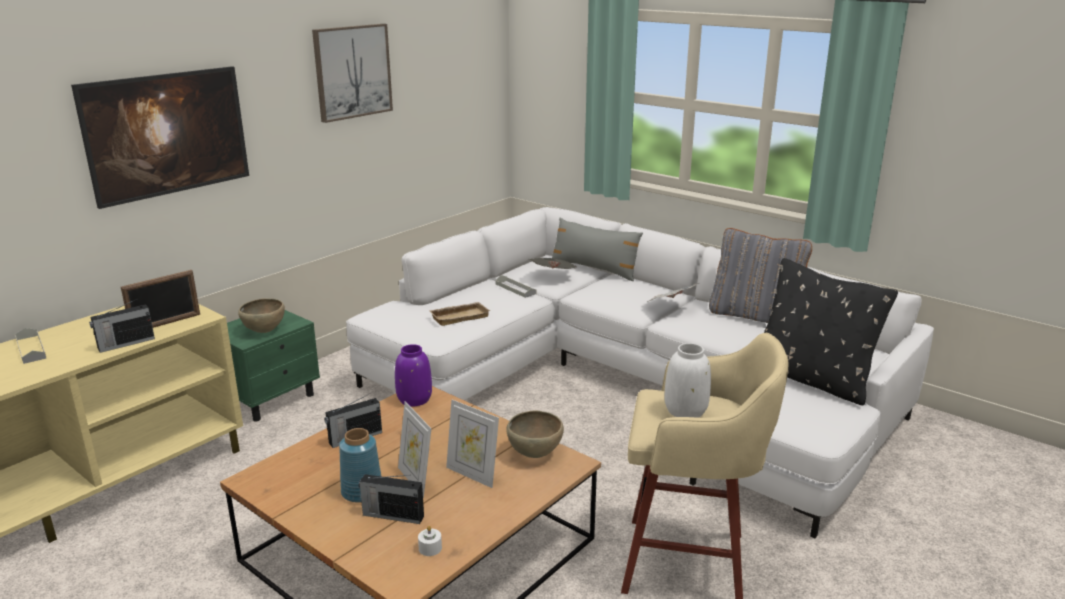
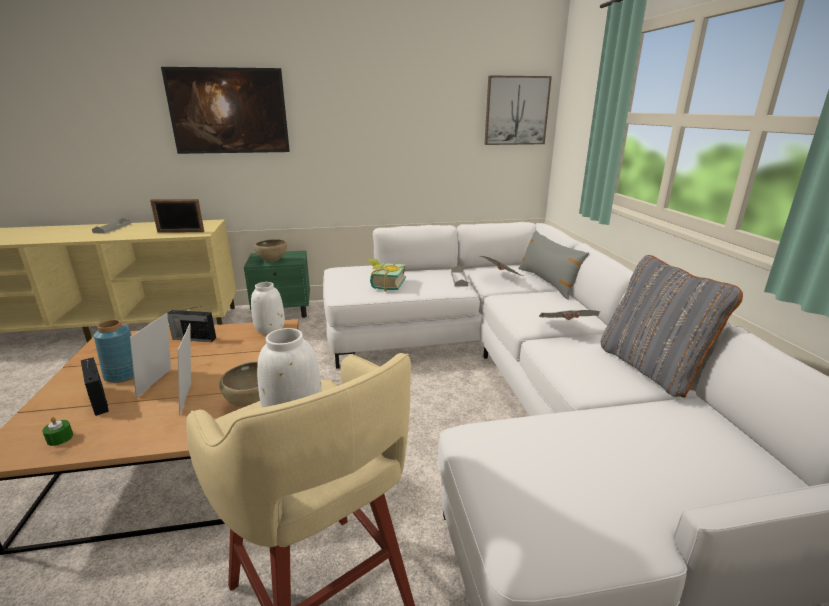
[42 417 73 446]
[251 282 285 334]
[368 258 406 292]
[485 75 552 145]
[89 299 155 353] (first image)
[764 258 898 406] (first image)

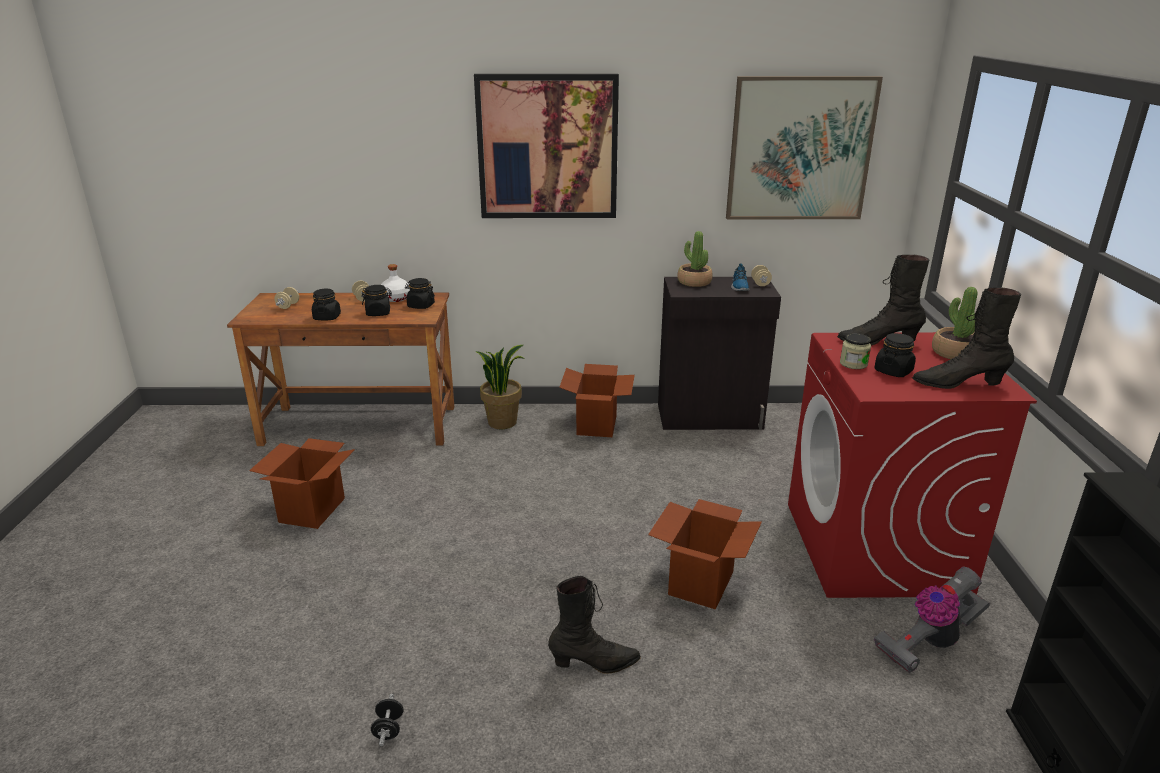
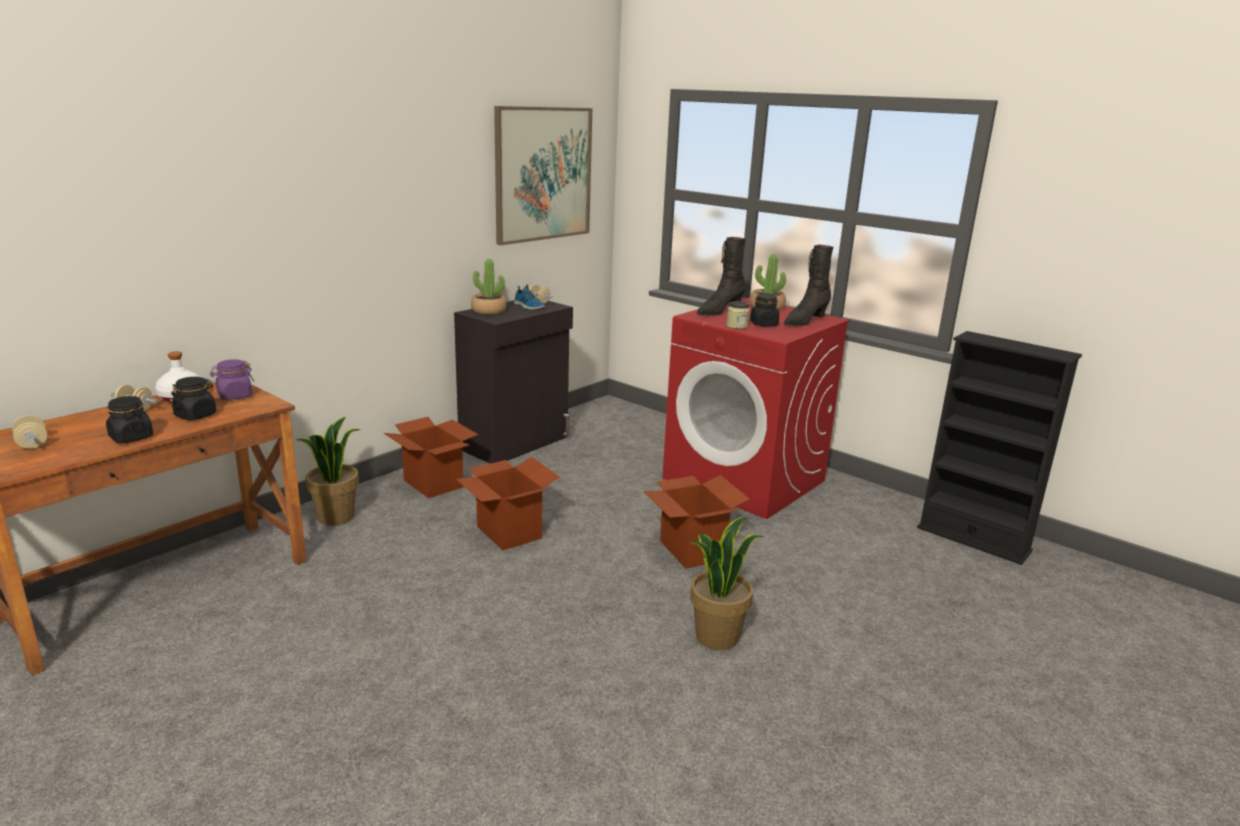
[210 359 254 400]
[456 457 560 550]
[690 516 764 650]
[371 694 403 746] (first image)
[474 74 619 218] (first image)
[874 566 990 673] (first image)

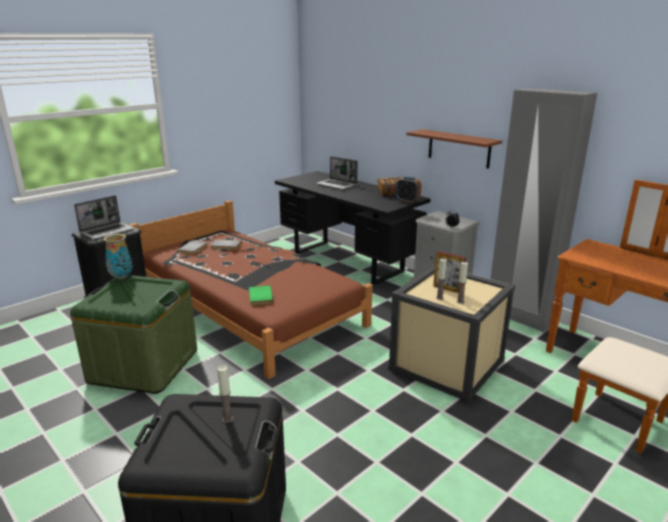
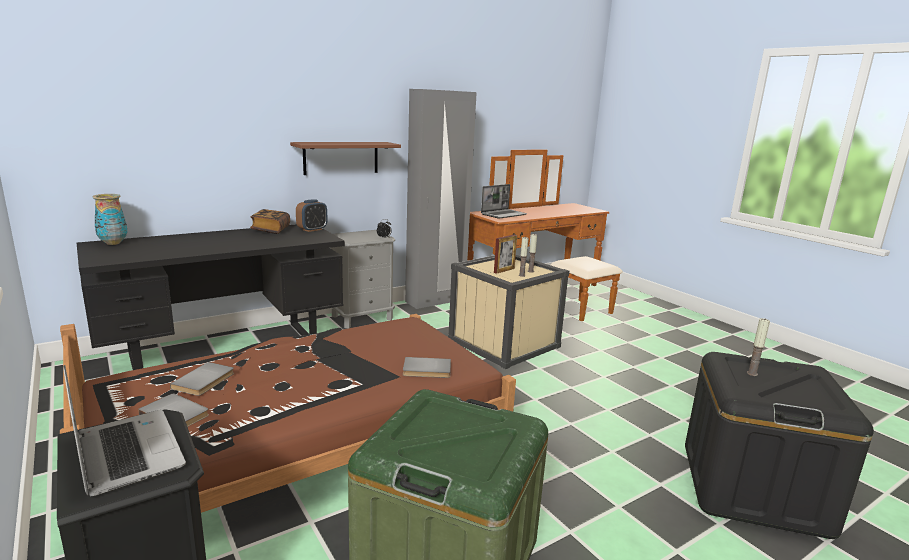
[93 194 128 245]
[403 357 451 378]
[481 184 527 219]

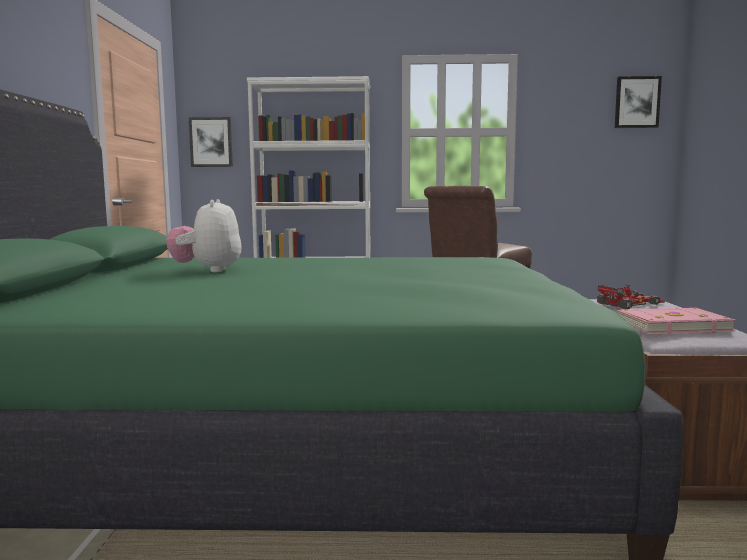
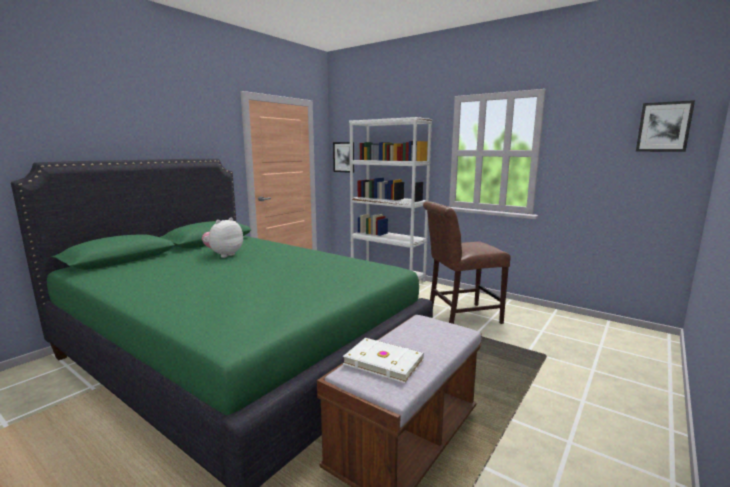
[343 338 424 383]
[597 284 665 309] (first image)

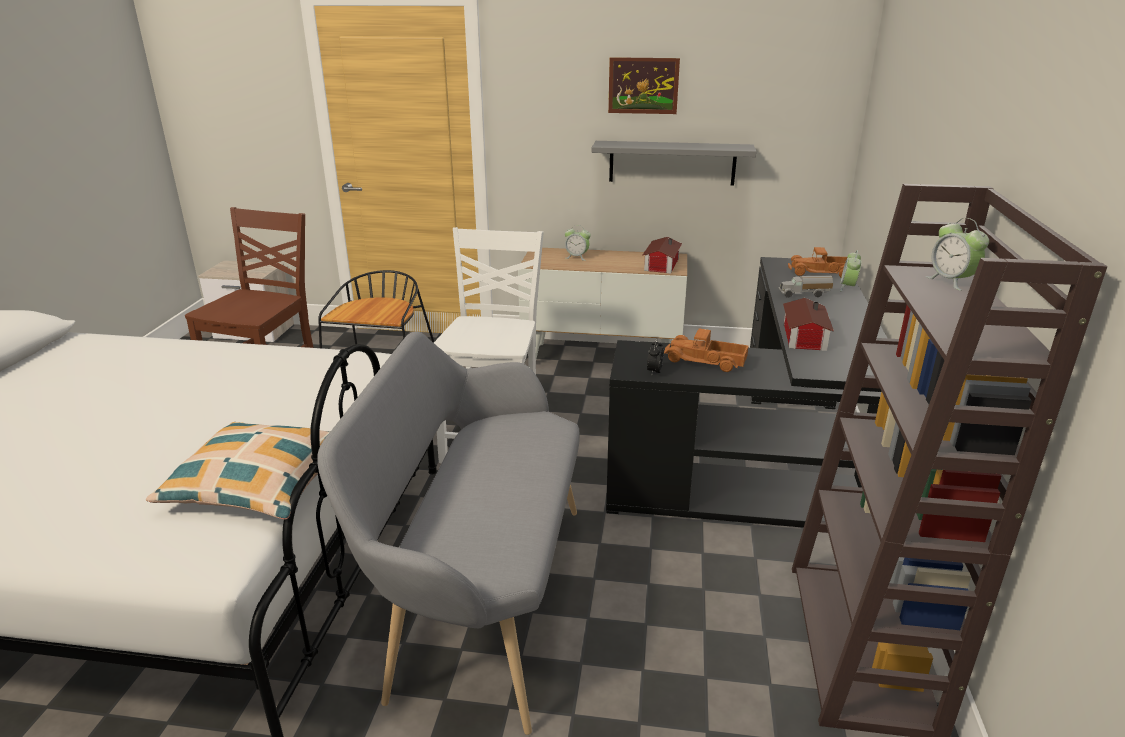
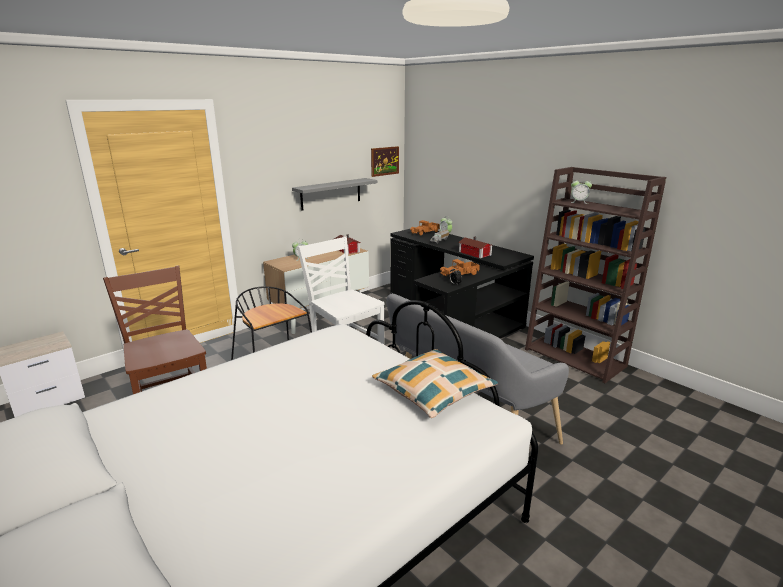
[371 146 399 177]

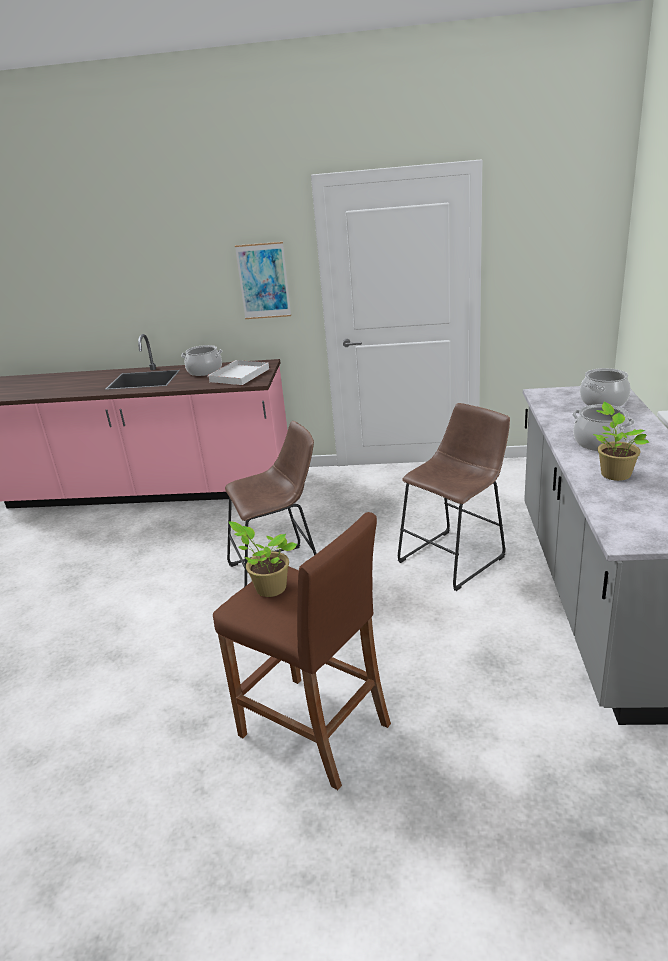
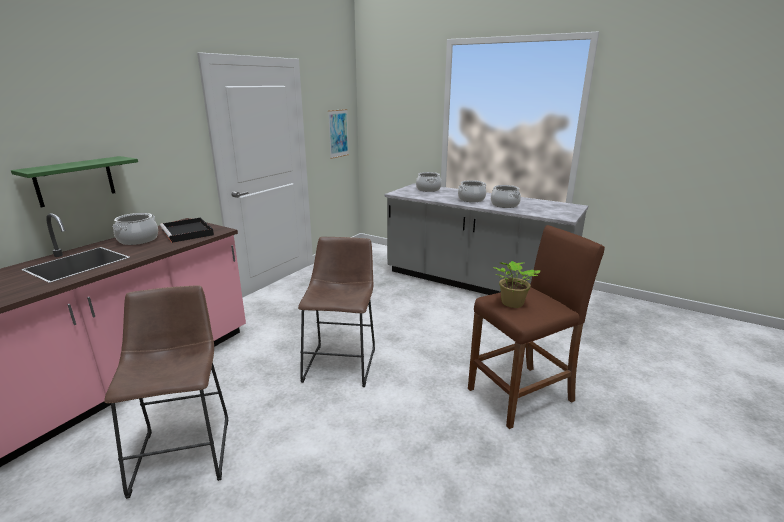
[11 156 138 207]
[104 286 228 499]
[160 217 214 243]
[328 109 349 159]
[491 185 521 208]

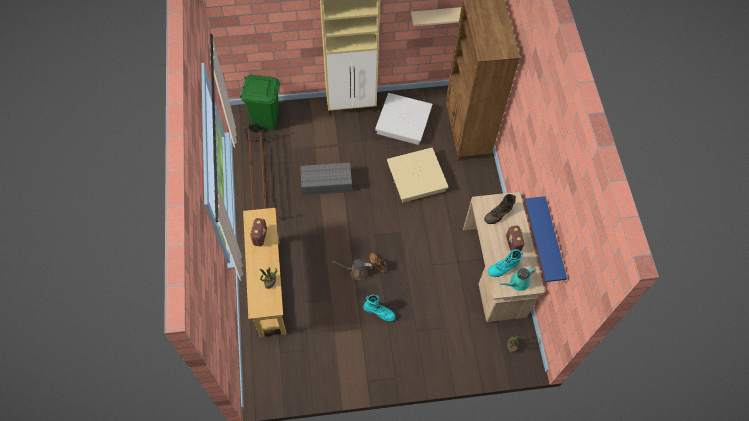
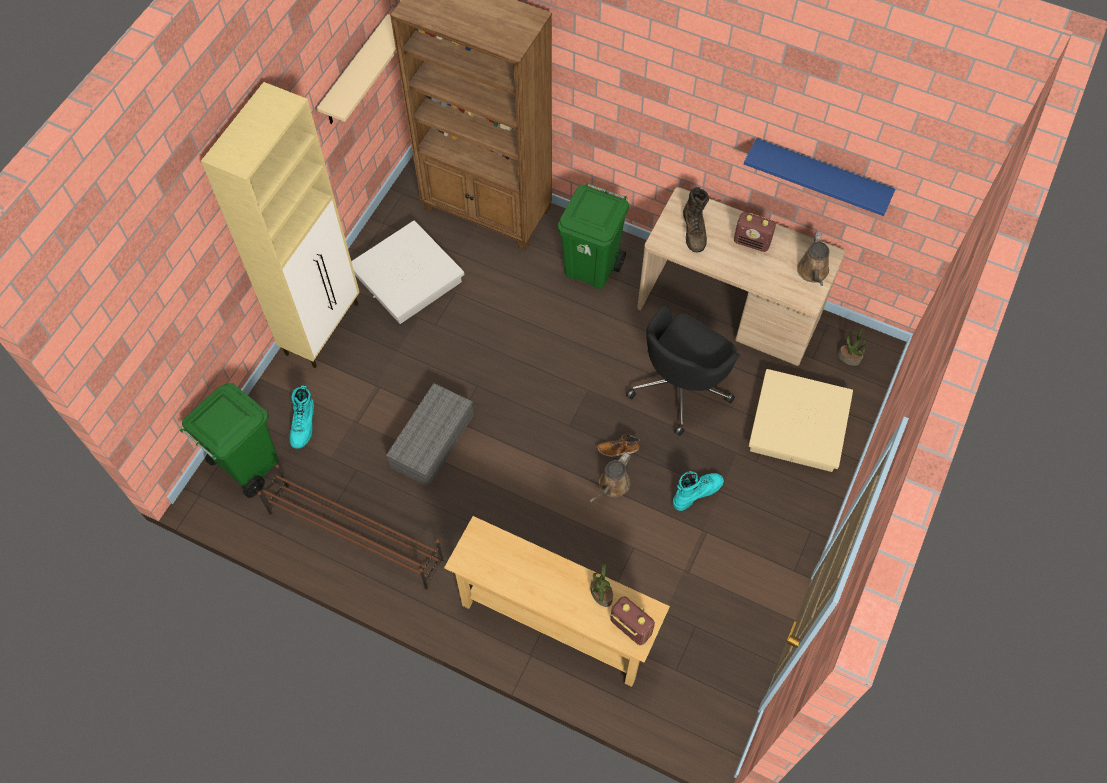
[290 385 314 449]
[558 183 629 289]
[610 596 655 645]
[626 305 740 436]
[749 369 853 472]
[797 233 829 286]

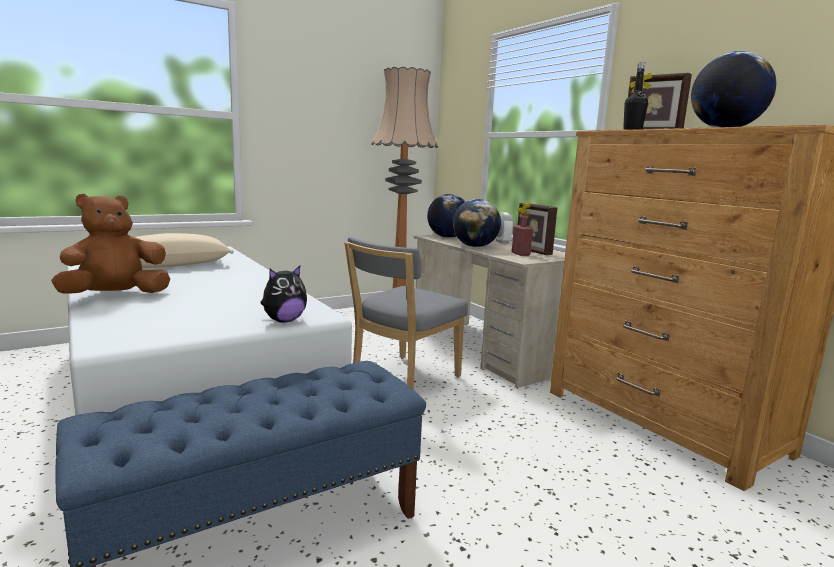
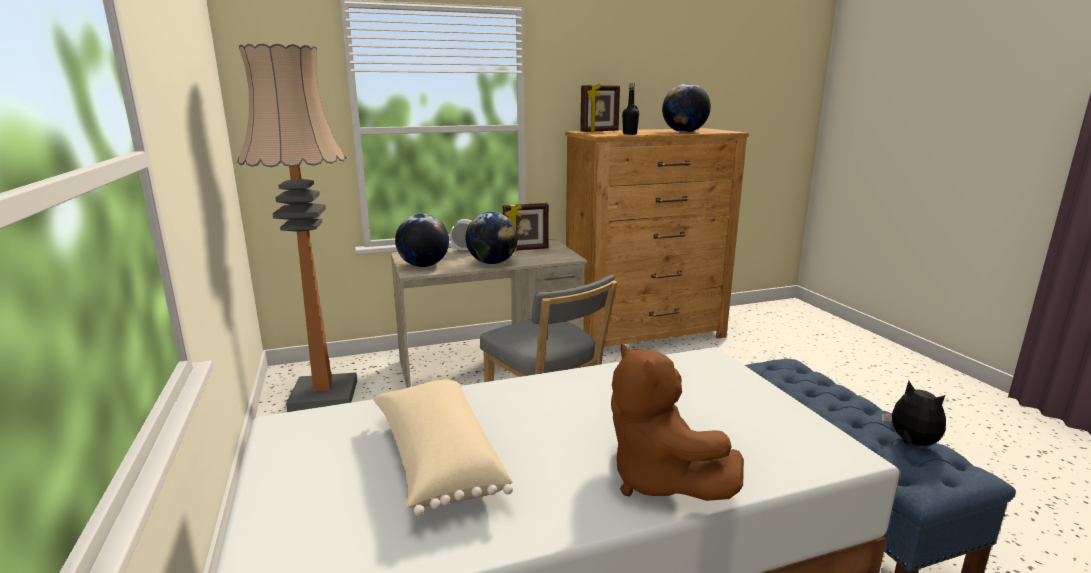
[882 381 946 446]
[512 212 533 256] (first image)

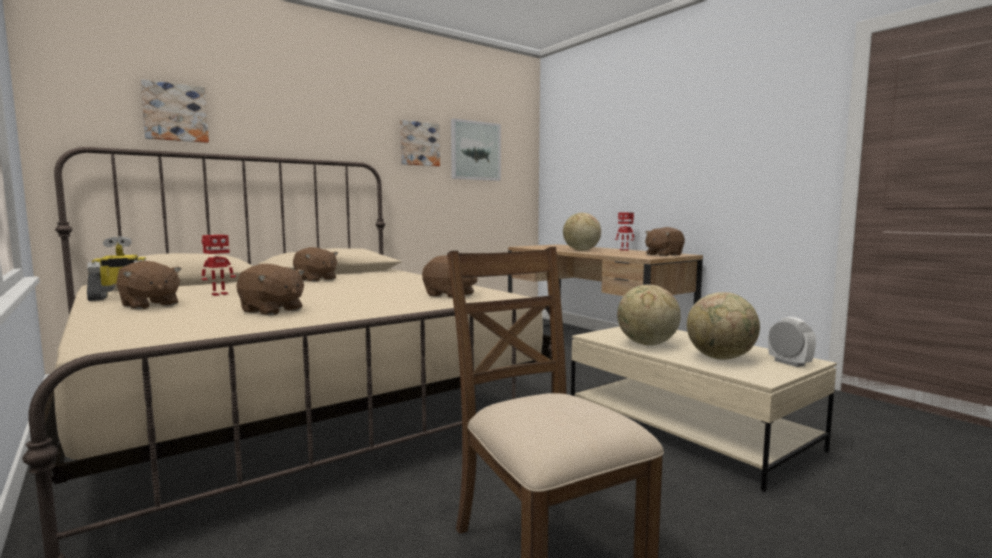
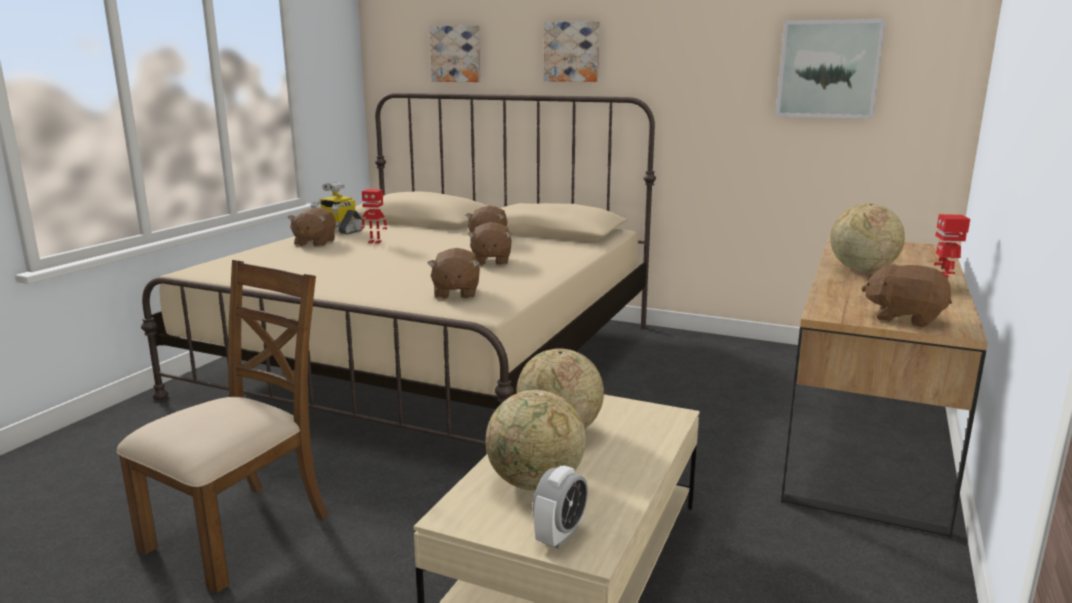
[467 222 512 266]
[544 21 600 82]

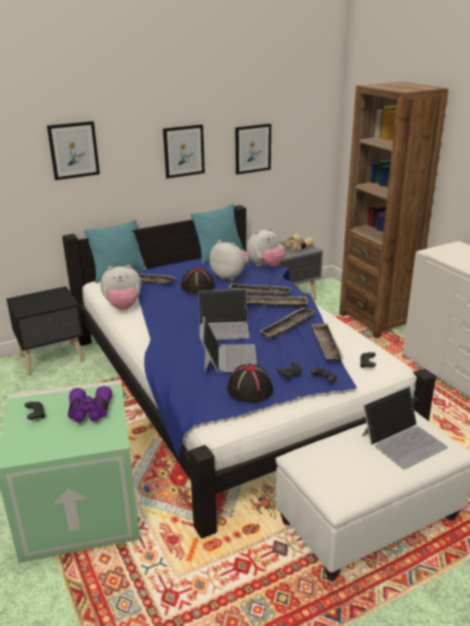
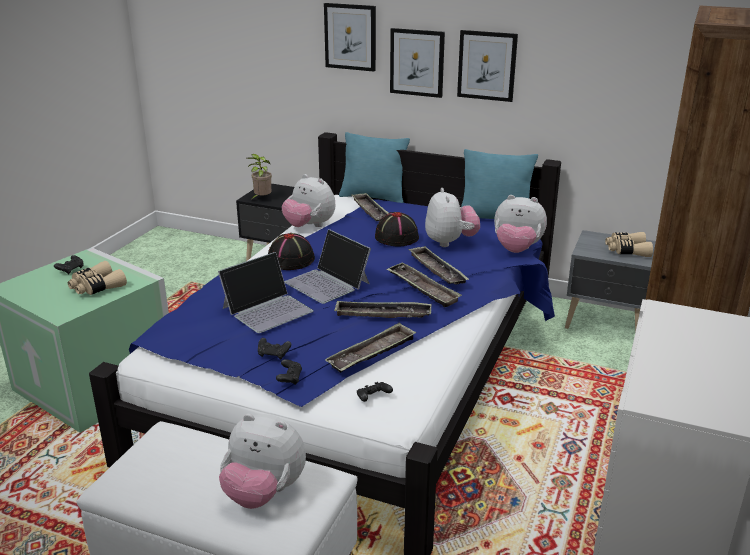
[68 261 127 295]
[219 414 306 509]
[247 154 272 199]
[268 233 315 270]
[390 28 445 98]

